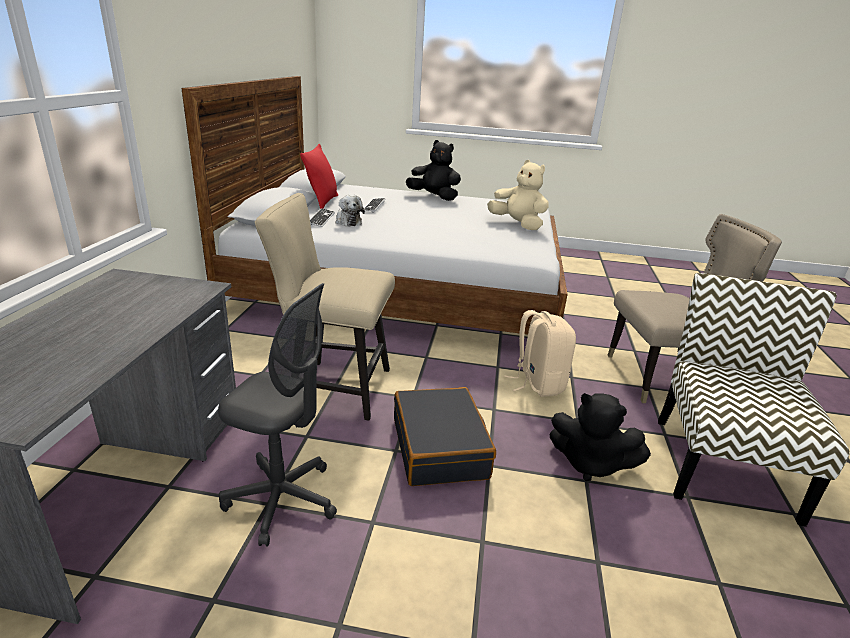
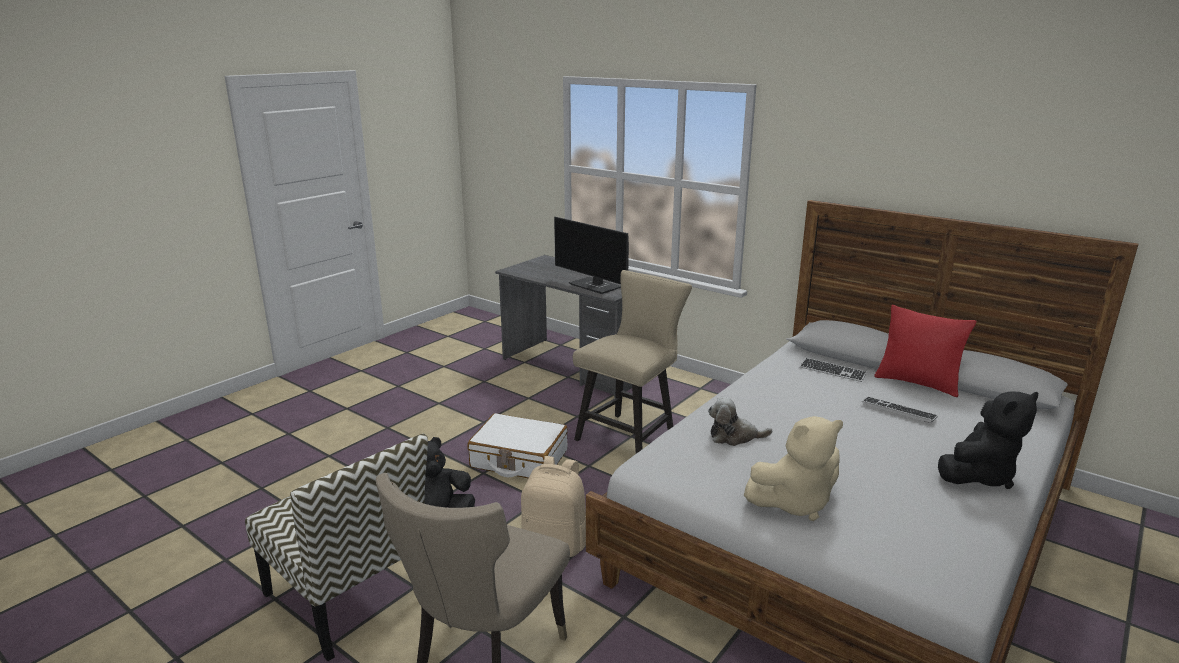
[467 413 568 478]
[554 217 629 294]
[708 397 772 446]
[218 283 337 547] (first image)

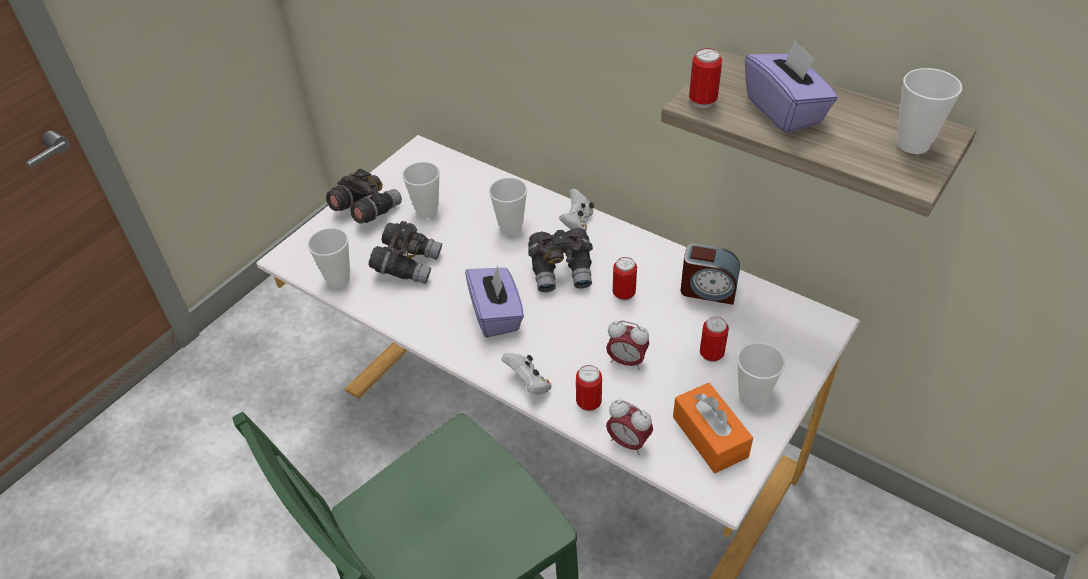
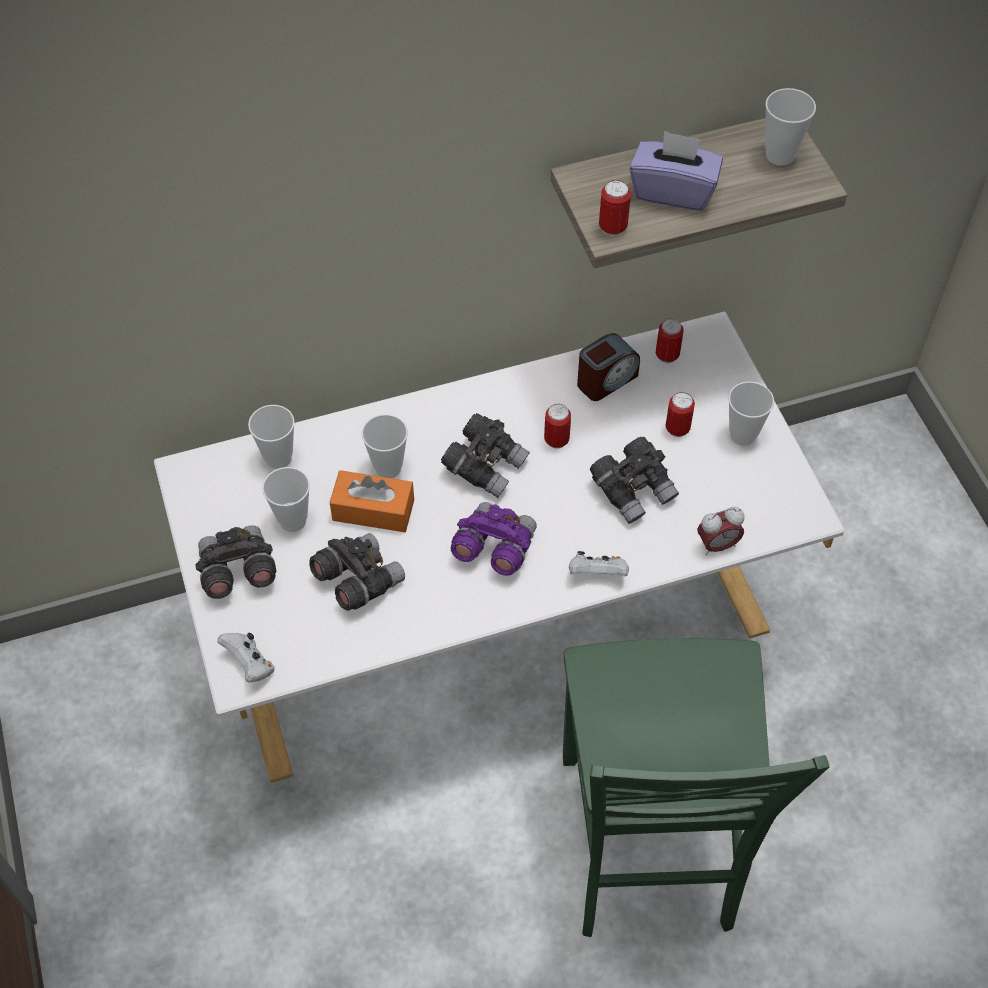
[217 633 275 683]
[248 405 295 469]
[329 470 414 532]
[451 502 537 576]
[590 437 679 524]
[656 319 684 363]

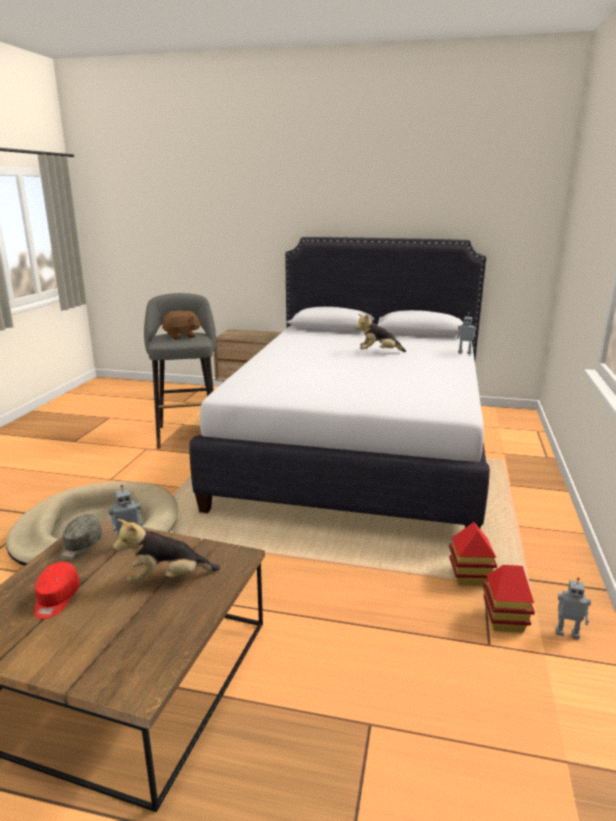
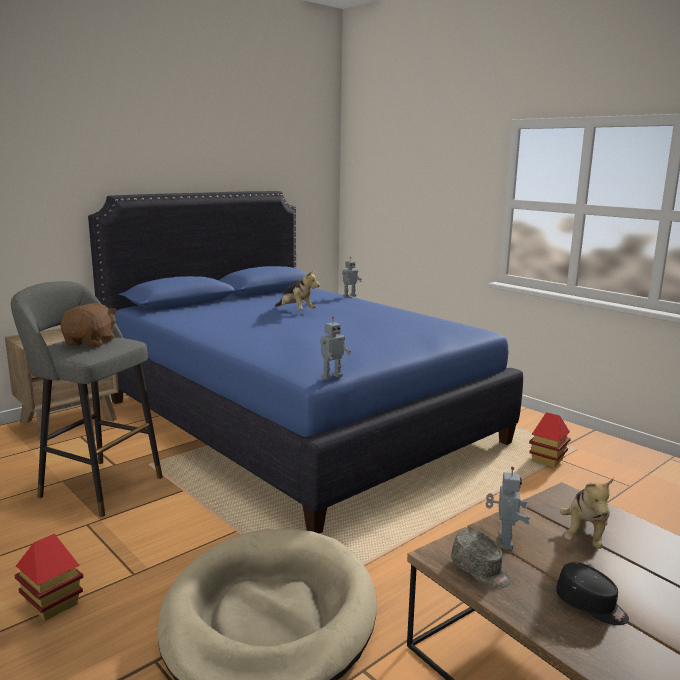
[14 534 84 621]
[88 191 523 534]
[275 269 320 310]
[320 316 351 380]
[556 562 629 625]

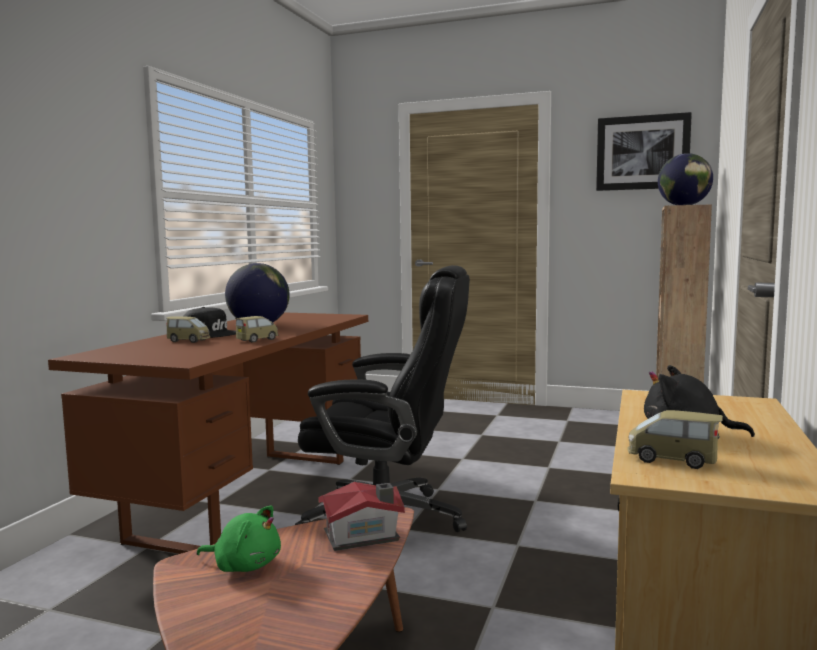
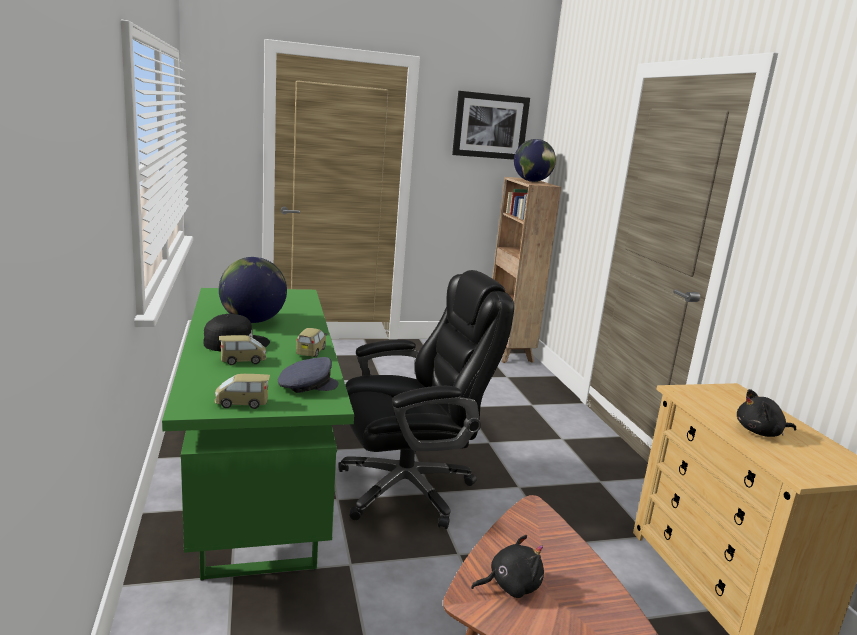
[162 288 354 581]
[215 374 270 409]
[278 357 339 393]
[471 535 544 598]
[318 482 405 551] (first image)

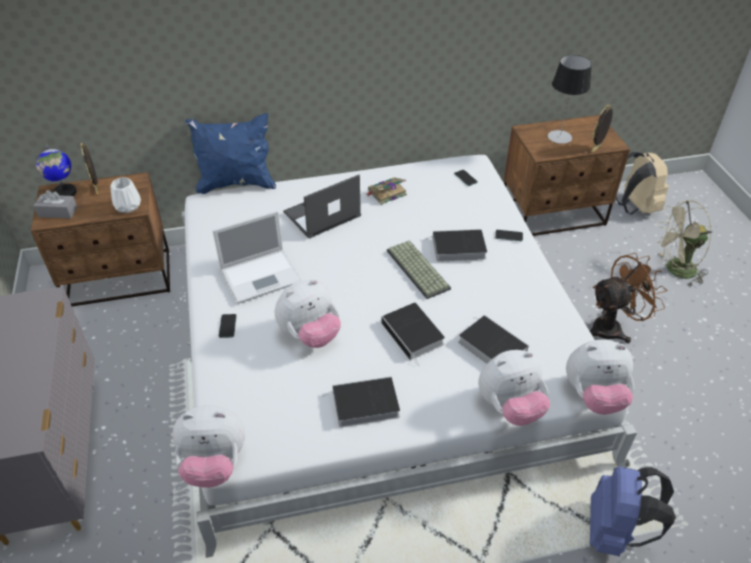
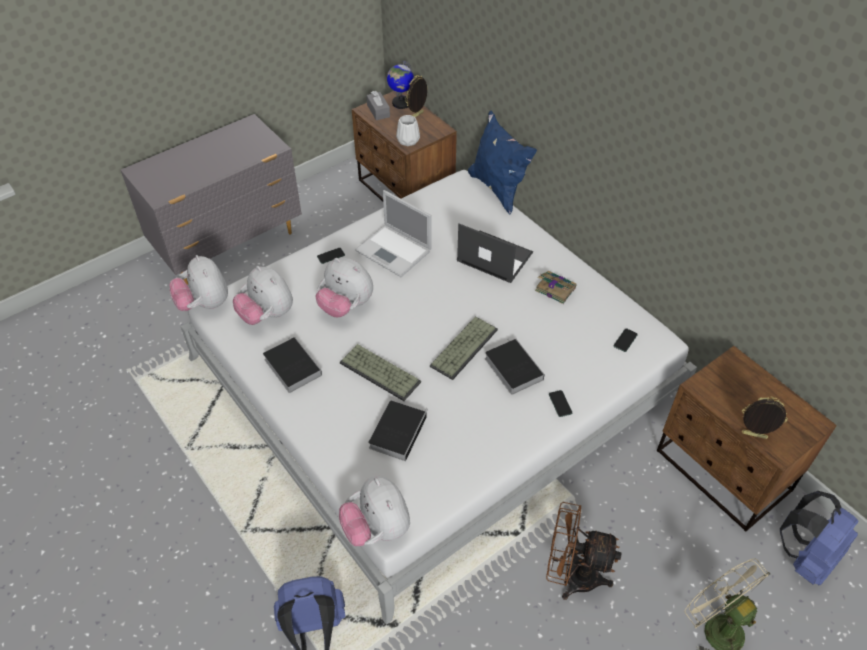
[233 266 293 325]
[340 344 421 401]
[546 502 622 600]
[780 491 859 585]
[548 55 592 144] (first image)

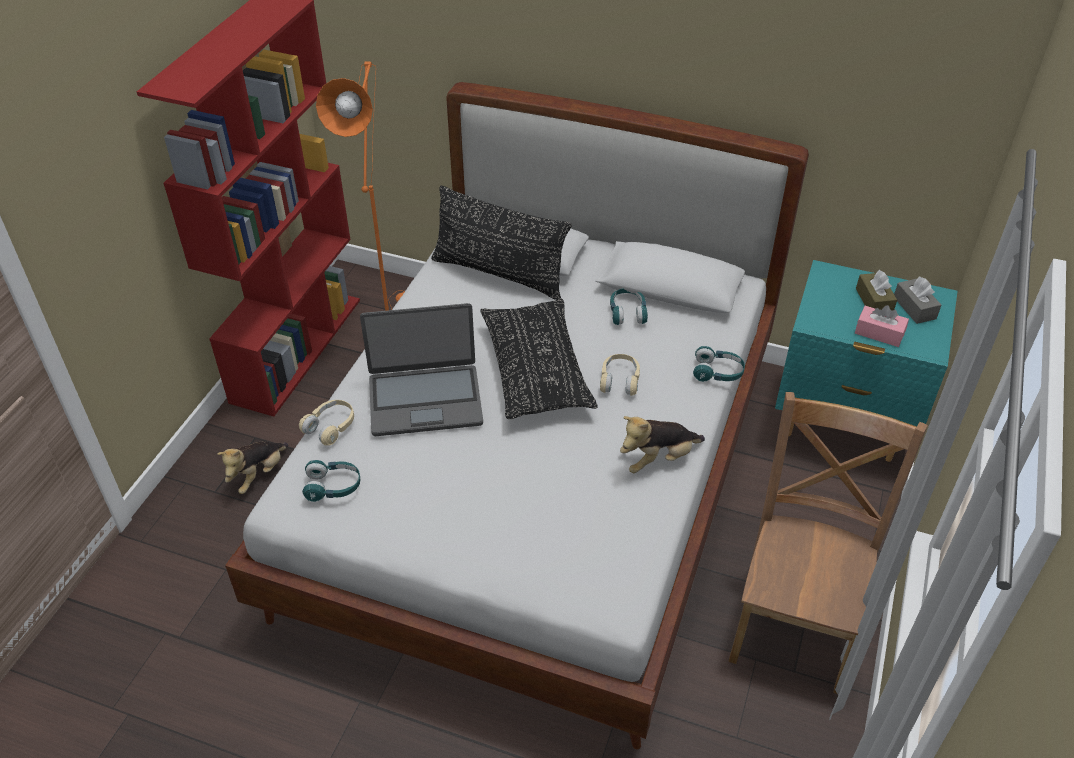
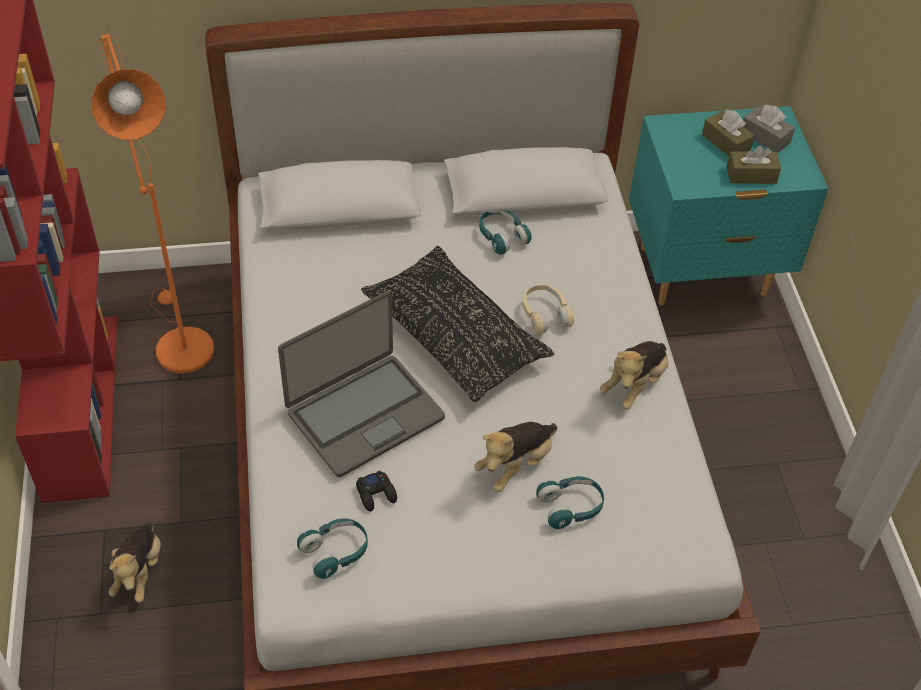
[356 471 397 512]
[474 422 557 492]
[536 476 604 529]
[727 146 781 184]
[299 400 354 446] (first image)
[431 186 572 300] (first image)
[728 392 928 694] (first image)

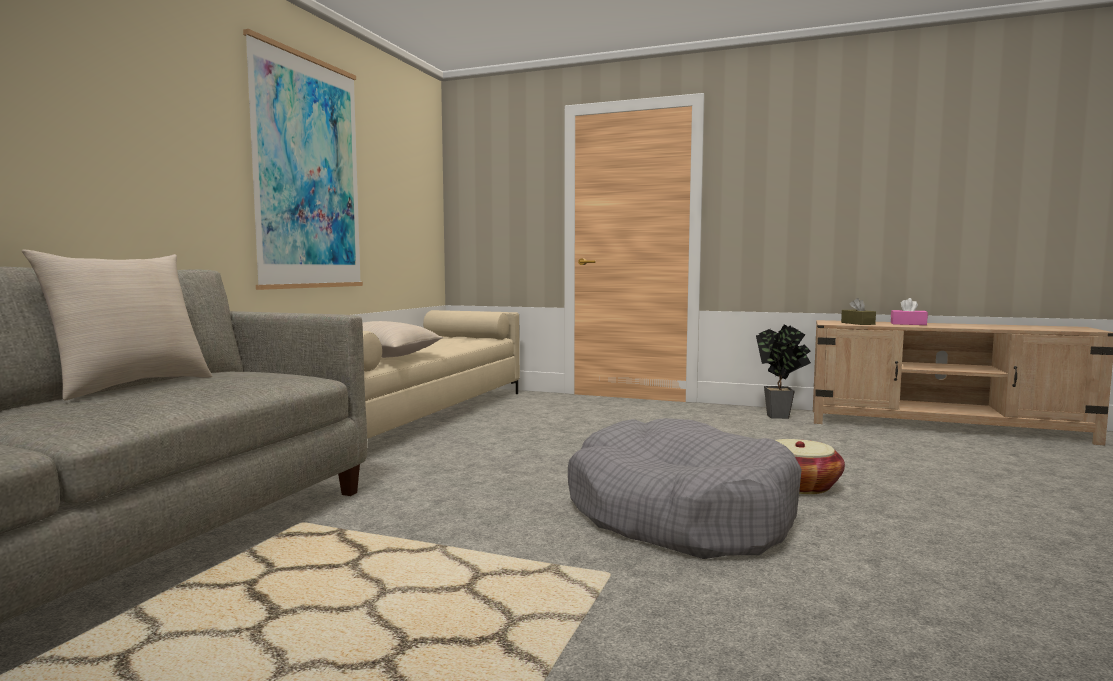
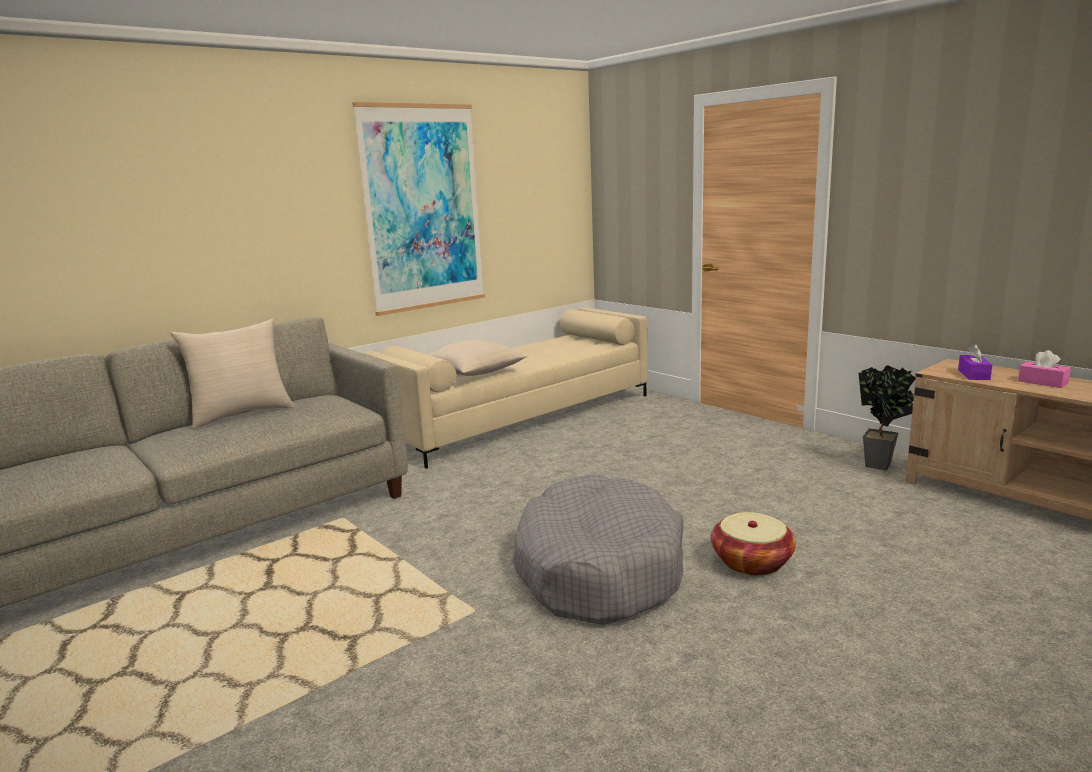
[958 344 992 380]

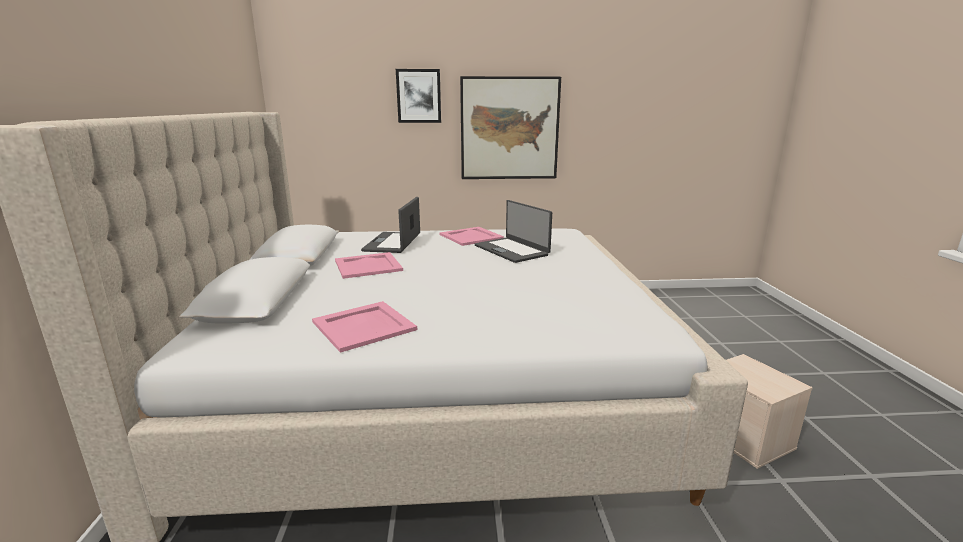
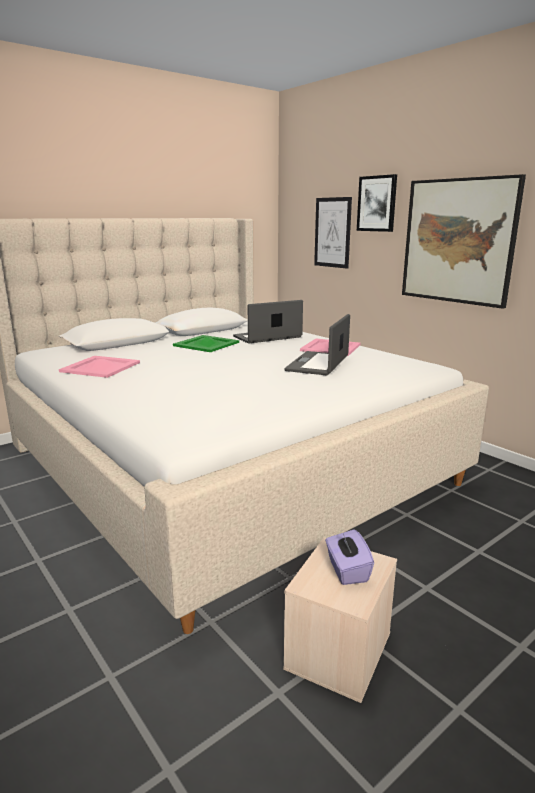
[173 335 239 352]
[314 197 352 269]
[325 529 374 585]

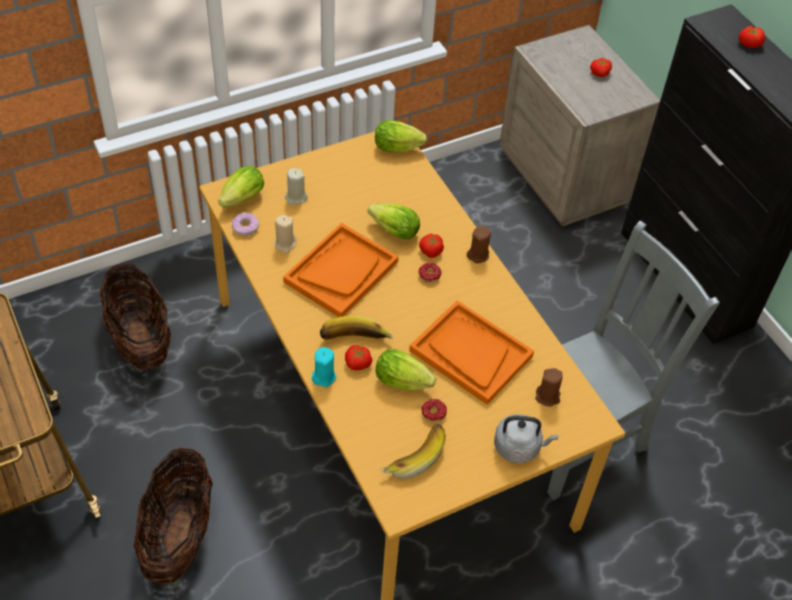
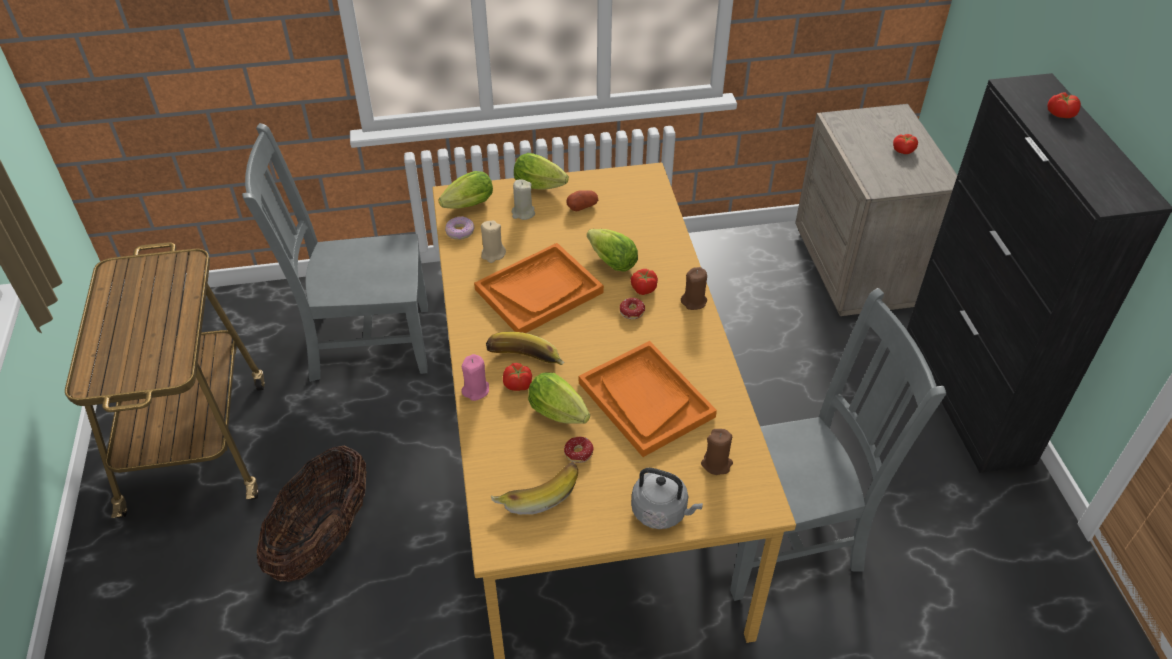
[242 123 428 382]
[461 354 489 401]
[514 153 569 190]
[566 190 598 211]

